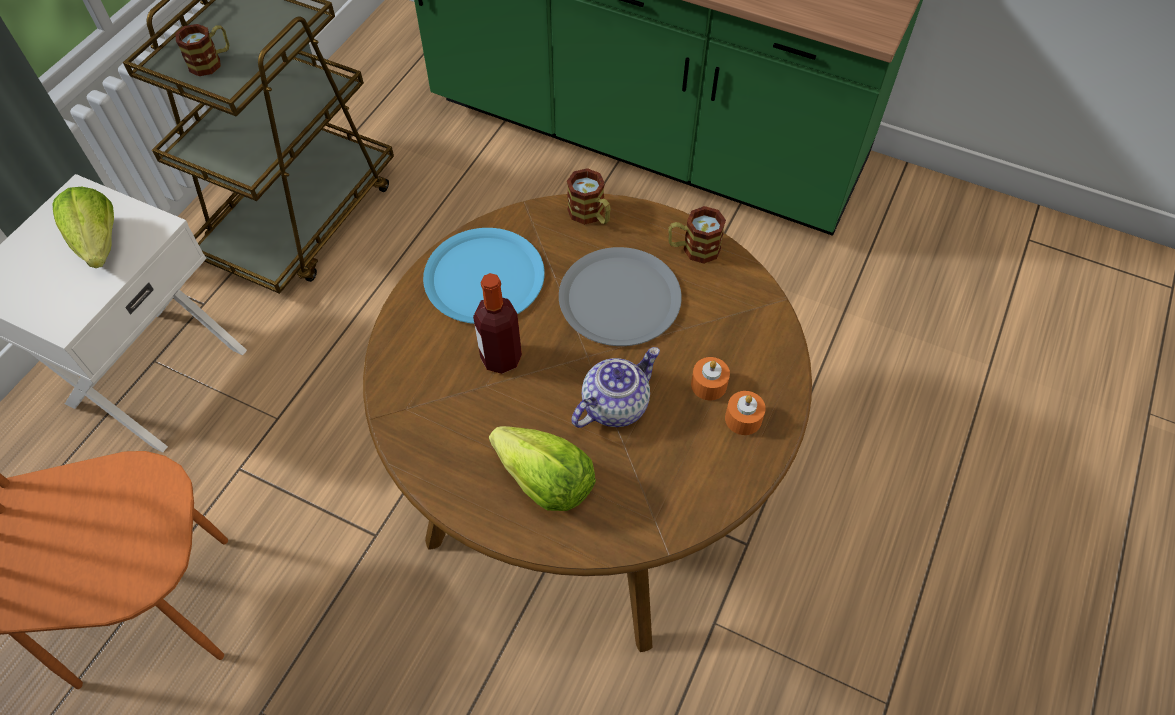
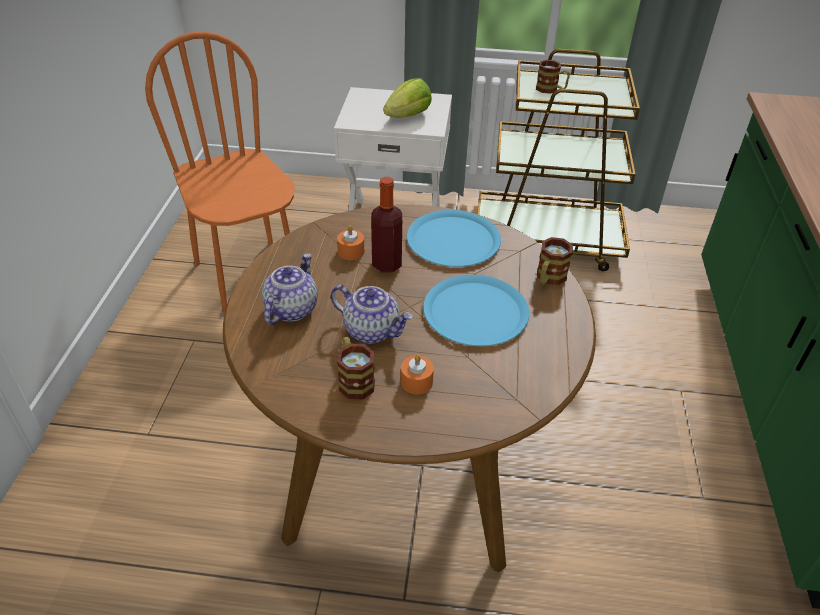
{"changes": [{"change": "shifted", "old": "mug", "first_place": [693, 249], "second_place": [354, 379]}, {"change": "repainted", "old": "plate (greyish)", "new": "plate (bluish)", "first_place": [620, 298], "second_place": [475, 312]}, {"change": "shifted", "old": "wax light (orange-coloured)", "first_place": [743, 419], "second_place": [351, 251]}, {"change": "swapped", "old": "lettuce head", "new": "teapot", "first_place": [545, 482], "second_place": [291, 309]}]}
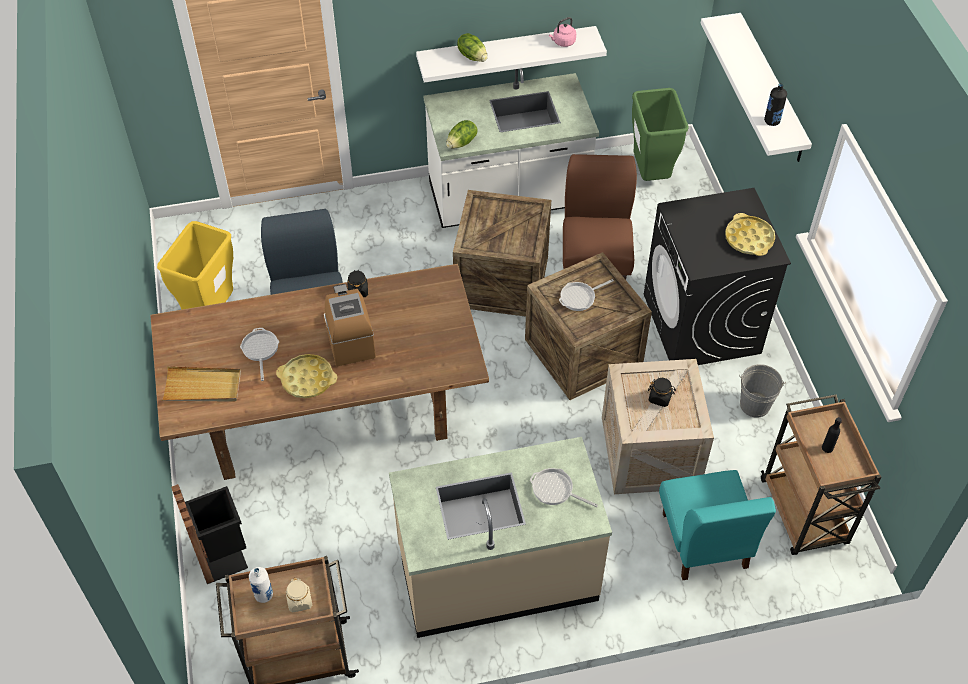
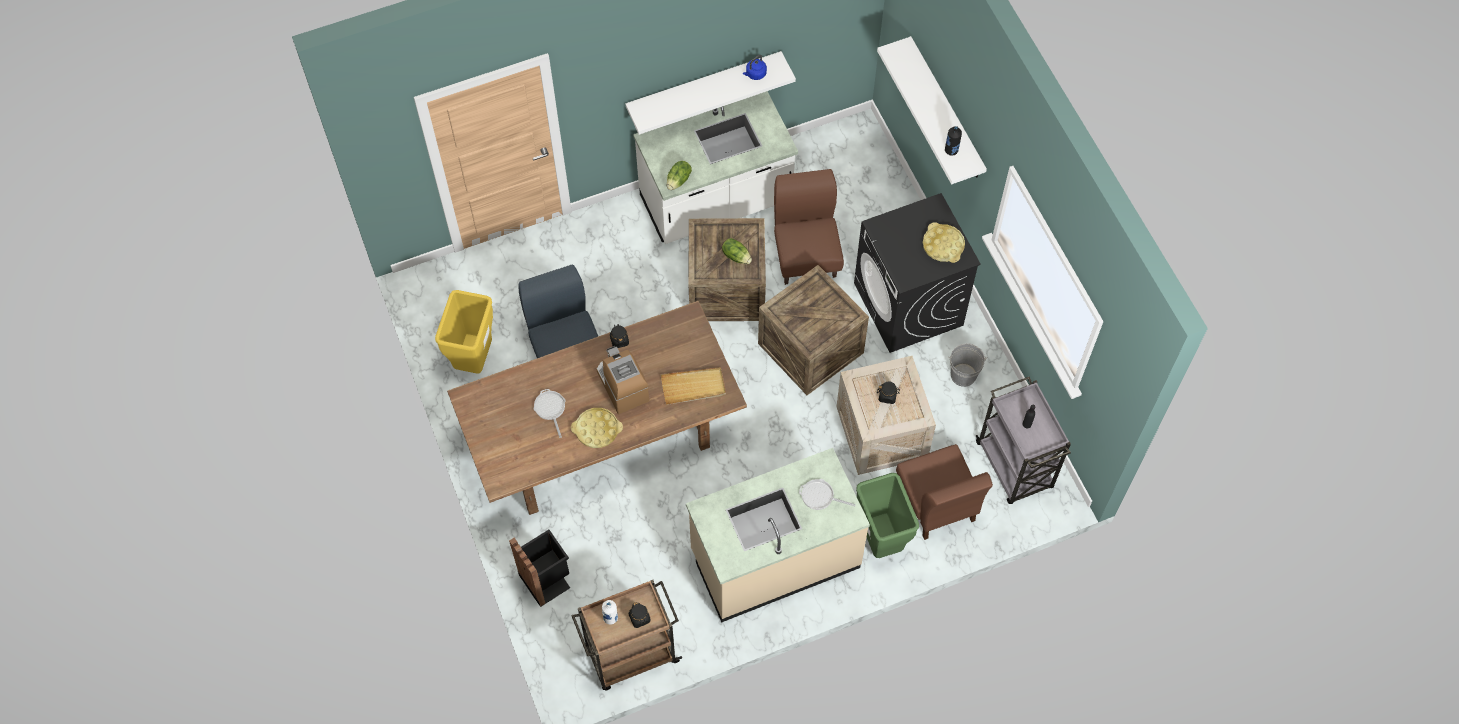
{"changes": [{"change": "repainted", "old": "water kettle (pinkish)", "new": "water kettle (bluish)", "first_place": [563, 42], "second_place": [755, 74]}, {"change": "shifted", "old": "lettuce head", "first_place": [472, 56], "second_place": [736, 256]}, {"change": "shifted", "old": "waste bin (greenish)", "first_place": [650, 174], "second_place": [880, 540]}, {"change": "gone", "old": "pan", "first_place": [580, 297]}, {"change": "shifted", "old": "serving tray (beige-coloured)", "first_place": [202, 387], "second_place": [693, 387]}, {"change": "repainted", "old": "cart (brown-coloured)", "new": "cart (greyish)", "first_place": [804, 514], "second_place": [1015, 467]}, {"change": "repainted", "old": "upright chair (blue-green)", "new": "upright chair (brown-coloured)", "first_place": [704, 541], "second_place": [937, 503]}, {"change": "repainted", "old": "storage jar (beige-coloured)", "new": "storage jar (black-coloured)", "first_place": [300, 601], "second_place": [639, 618]}]}
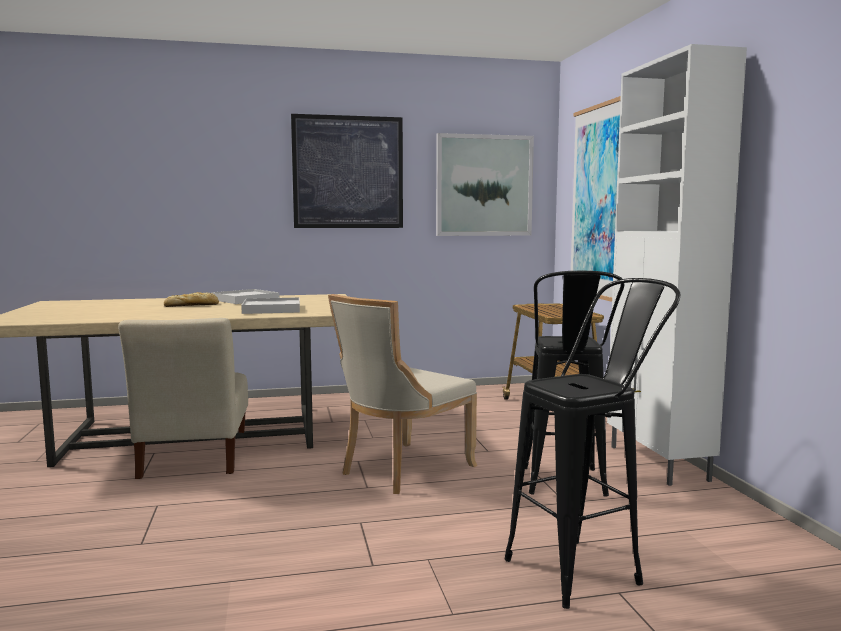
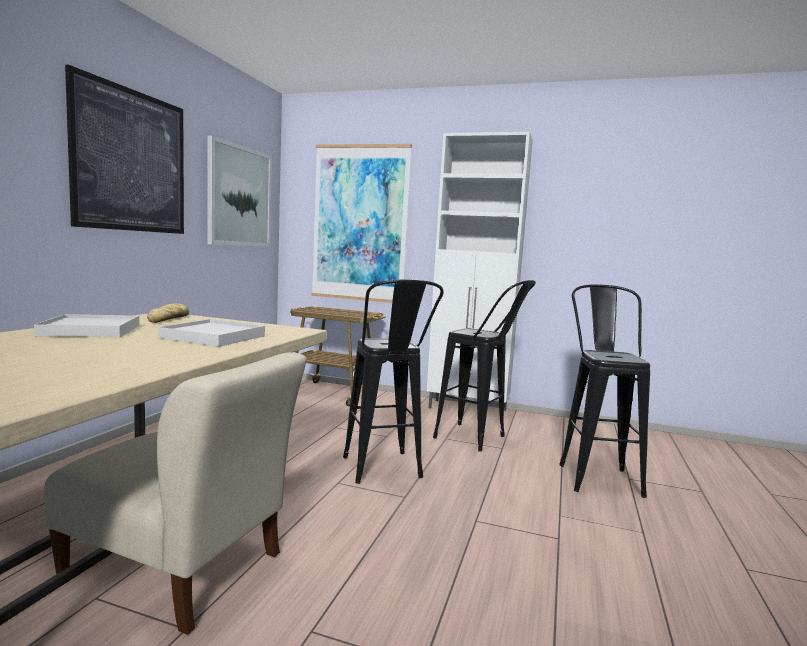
{"changes": [{"change": "shifted", "old": "baked bread", "first_place": [193, 305], "second_place": [169, 318]}, {"change": "swapped", "old": "upright chair (beige-coloured)", "new": "sitting stool (black-coloured)", "first_place": [402, 470], "second_place": [385, 473]}]}
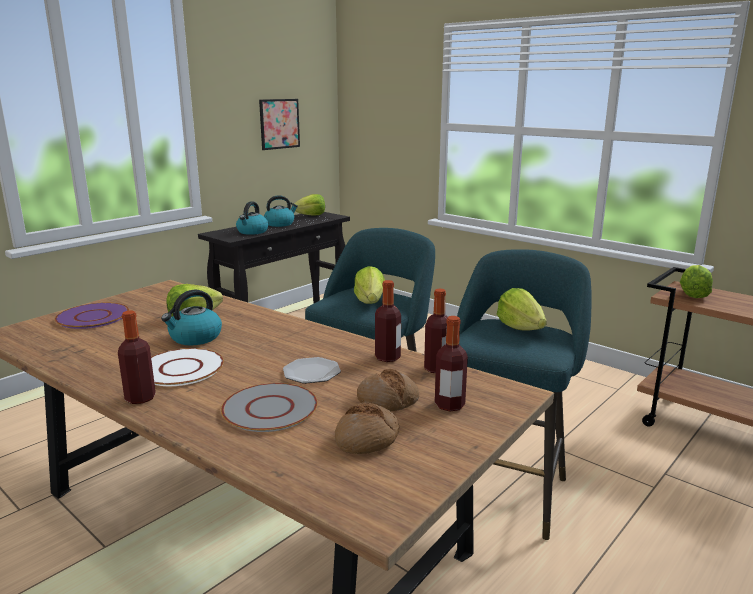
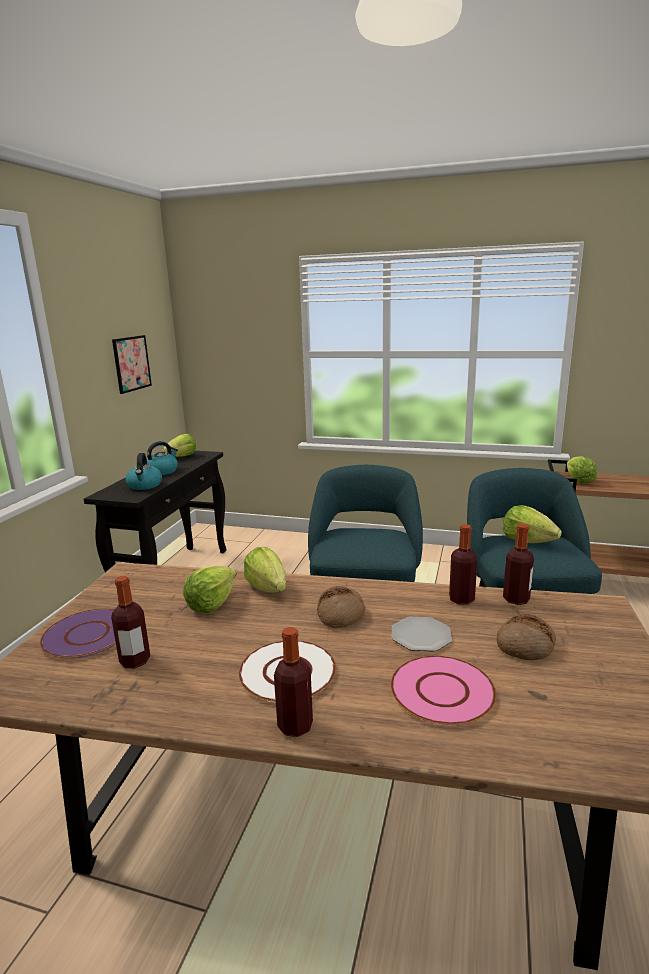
{"changes": [{"change": "shifted", "old": "lettuce head", "first_place": [370, 302], "second_place": [268, 587]}, {"change": "gone", "old": "water kettle", "first_place": [195, 338]}, {"change": "shifted", "old": "drink bottle", "first_place": [449, 405], "second_place": [135, 661]}, {"change": "repainted", "old": "plate (greyish)", "new": "plate (pinkish)", "first_place": [270, 408], "second_place": [441, 691]}, {"change": "shifted", "old": "baked bread", "first_place": [367, 439], "second_place": [341, 614]}]}
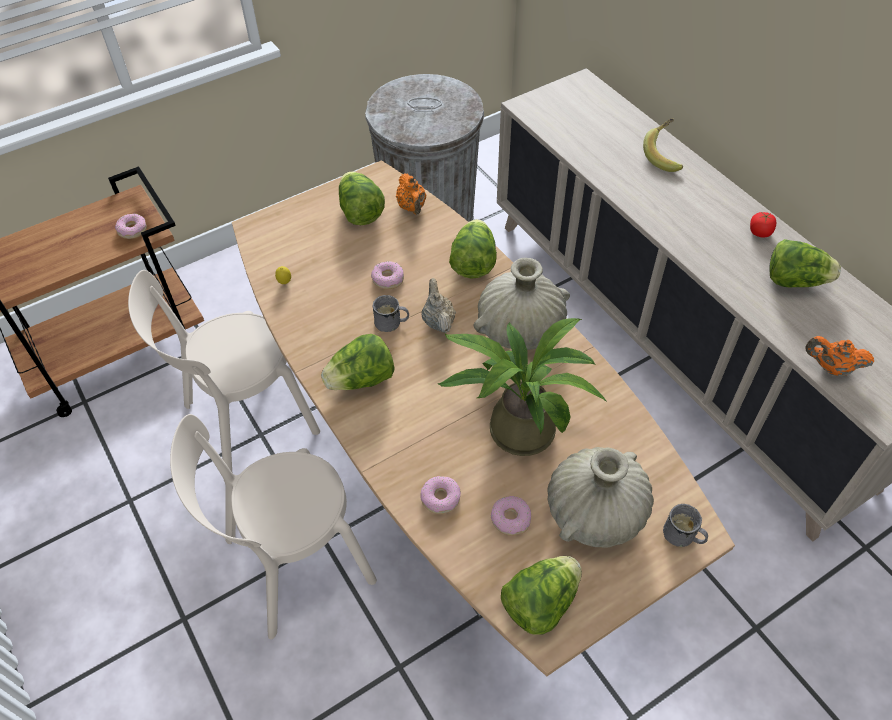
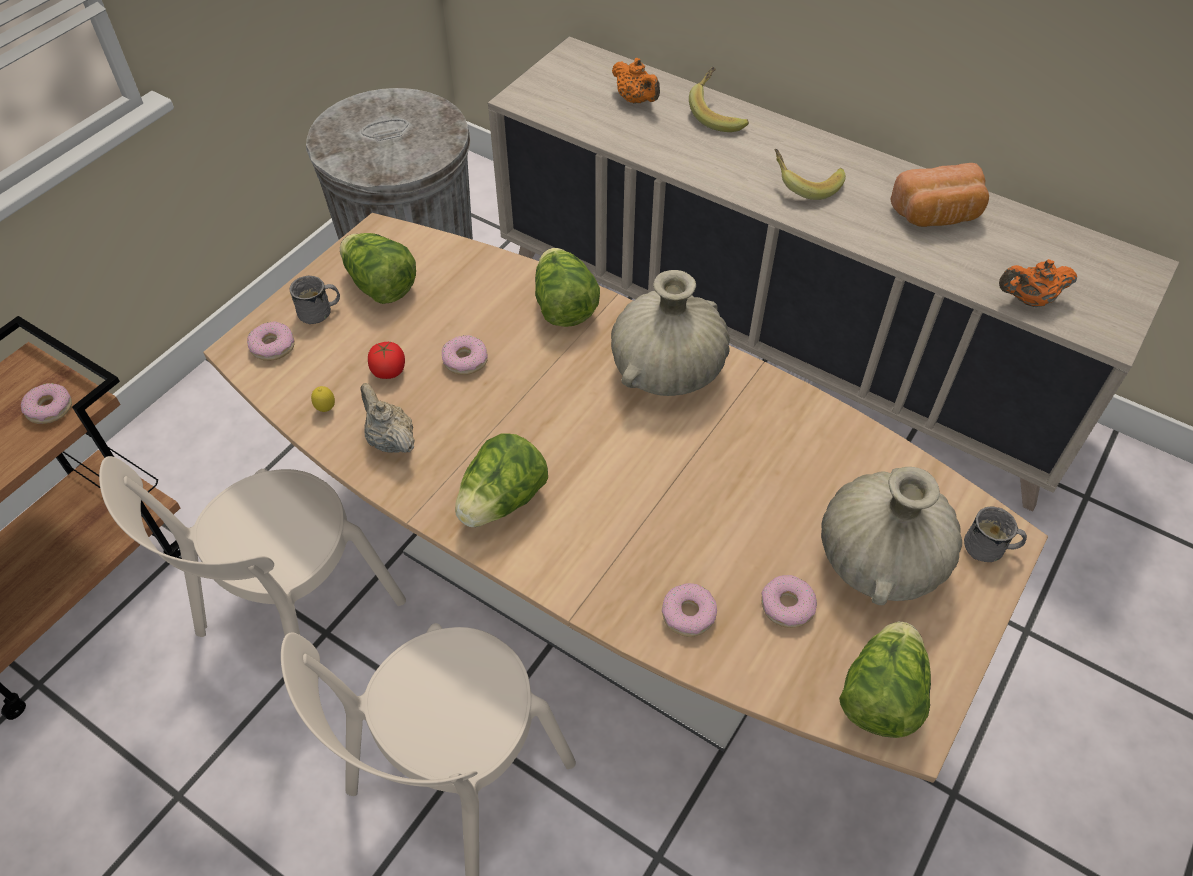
{"changes": [{"change": "shifted", "old": "teapot (orange-coloured)", "first_place": [412, 207], "second_place": [636, 100]}, {"change": "shifted", "old": "tomato", "first_place": [759, 233], "second_place": [389, 371]}, {"change": "swapped", "old": "lettuce head", "new": "baked bread", "first_place": [794, 281], "second_place": [937, 216]}, {"change": "shifted", "old": "teapot (beige-coloured)", "first_place": [438, 321], "second_place": [390, 440]}, {"change": "shifted", "old": "mug (greyish)", "first_place": [392, 324], "second_place": [320, 312]}, {"change": "gone", "old": "potted plant", "first_place": [515, 425]}, {"change": "new", "new": "banana fruit", "second_place": [805, 185]}, {"change": "new", "new": "donut", "second_place": [273, 346]}]}
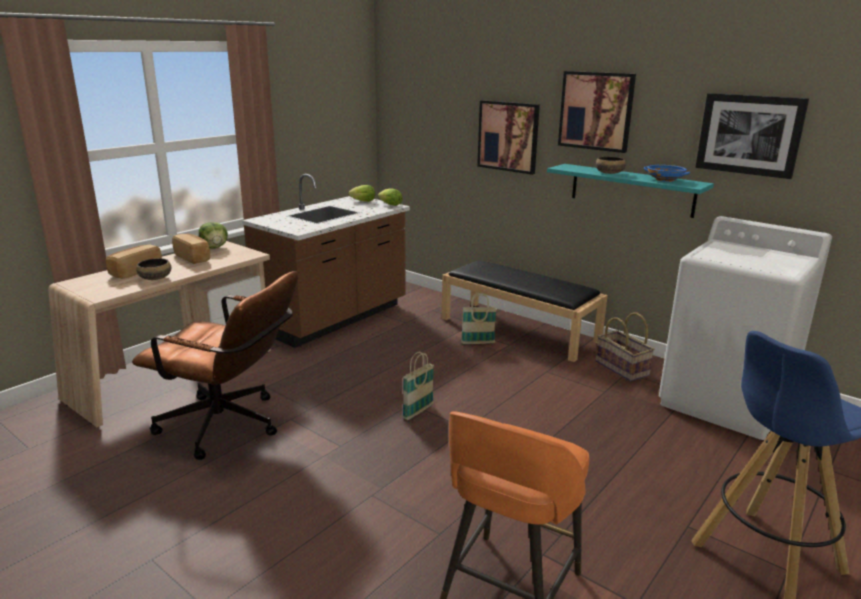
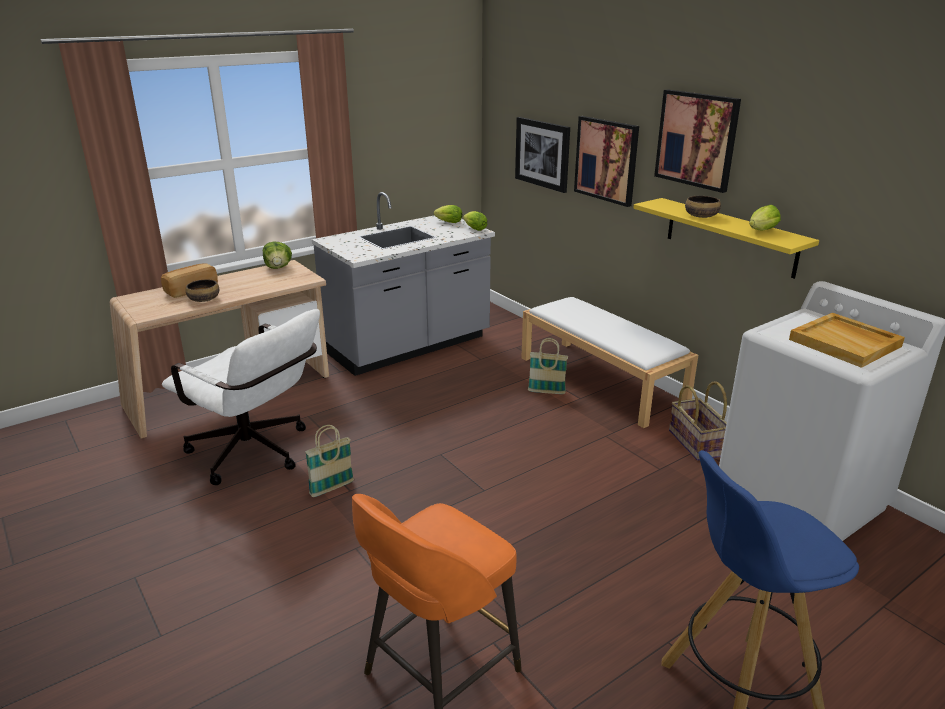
{"changes": [{"change": "shifted", "old": "wall picture", "first_place": [749, 134], "second_place": [542, 153]}, {"change": "repainted", "old": "shelf (blue-green)", "new": "shelf (yellowish)", "first_place": [631, 190], "second_place": [730, 237]}, {"change": "swapped", "old": "bowl (bluish)", "new": "lettuce head", "first_place": [665, 180], "second_place": [760, 231]}, {"change": "repainted", "old": "counter (brown-coloured)", "new": "counter (greyish)", "first_place": [334, 318], "second_place": [409, 346]}, {"change": "gone", "old": "baked bread", "first_place": [193, 257]}, {"change": "repainted", "old": "indoor bench (black-coloured)", "new": "indoor bench (white)", "first_place": [520, 329], "second_place": [602, 381]}, {"change": "repainted", "old": "office chair (brown-coloured)", "new": "office chair (white)", "first_place": [230, 427], "second_place": [256, 455]}, {"change": "shifted", "old": "storage basket", "first_place": [418, 412], "second_place": [332, 488]}, {"change": "new", "new": "serving tray (beige-coloured)", "second_place": [846, 343]}]}
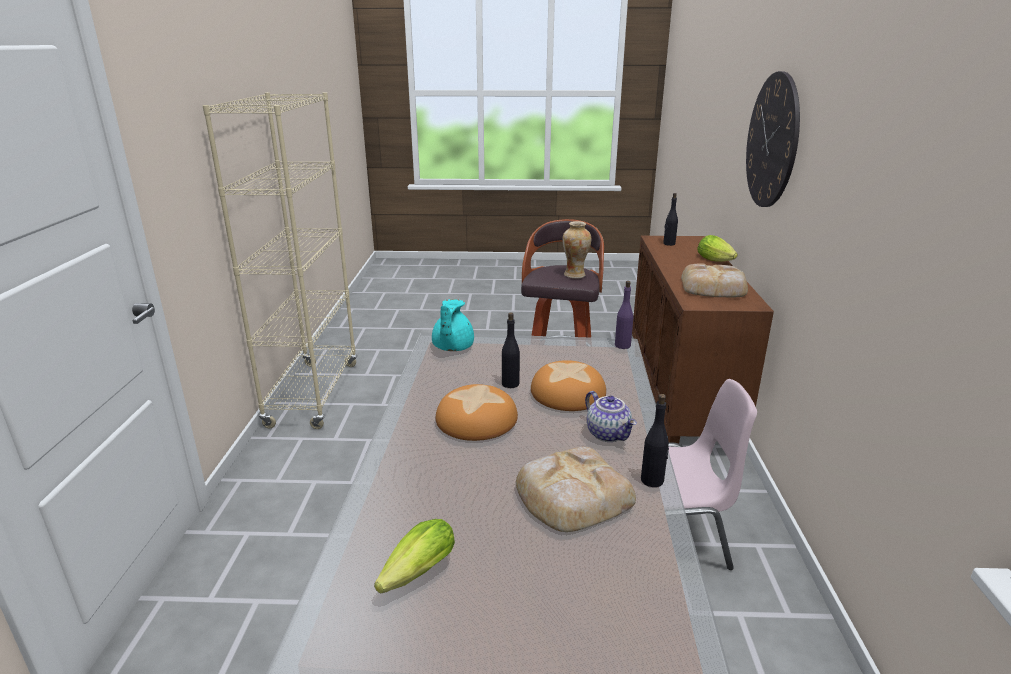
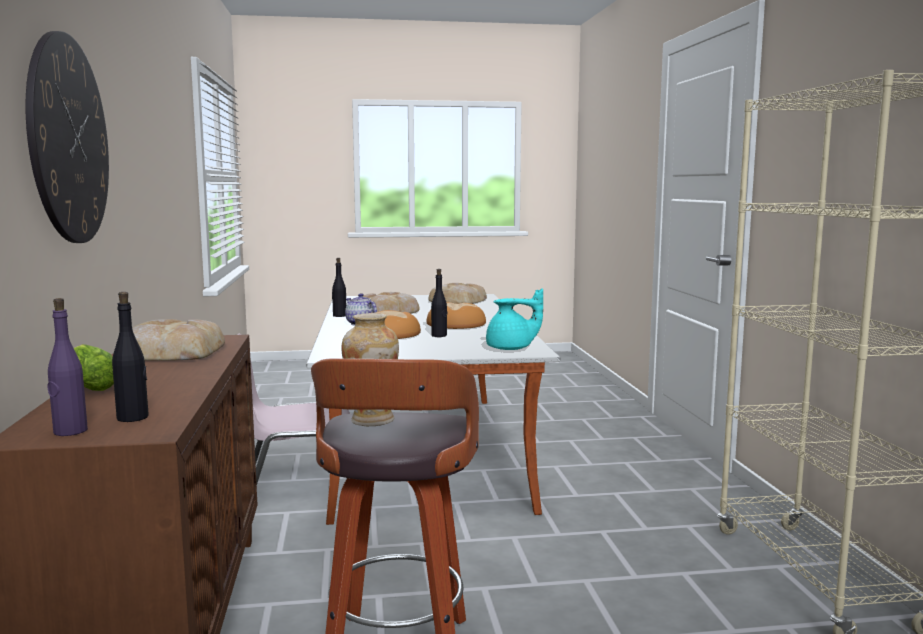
{"changes": [{"change": "shifted", "old": "drink bottle (purplish)", "first_place": [622, 345], "second_place": [70, 431]}, {"change": "rotated", "old": "teapot (blue-green)", "first_place": [452, 347], "second_place": [511, 348], "degrees": 90}, {"change": "swapped", "old": "lettuce head", "new": "baked bread", "first_place": [414, 576], "second_place": [456, 301]}]}
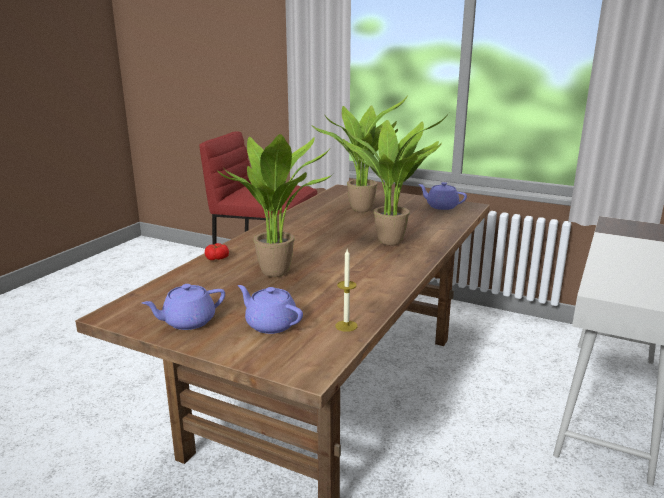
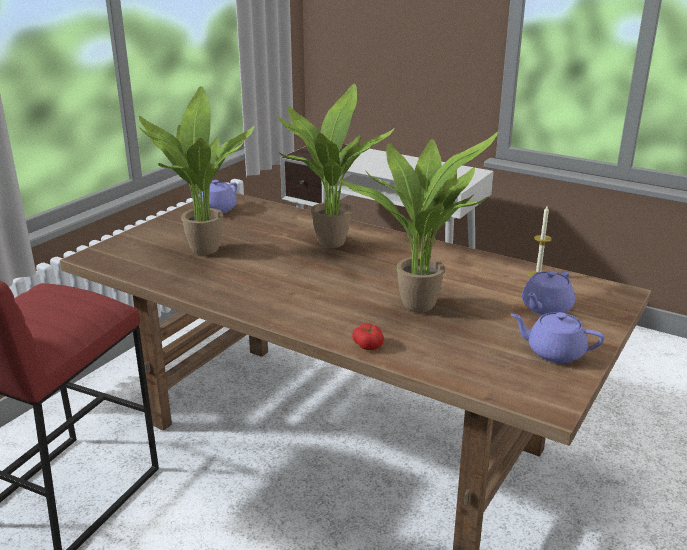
{"changes": [{"change": "rotated", "old": "teapot (purplish)", "first_place": [188, 322], "second_place": [553, 352], "degrees": 135}]}
